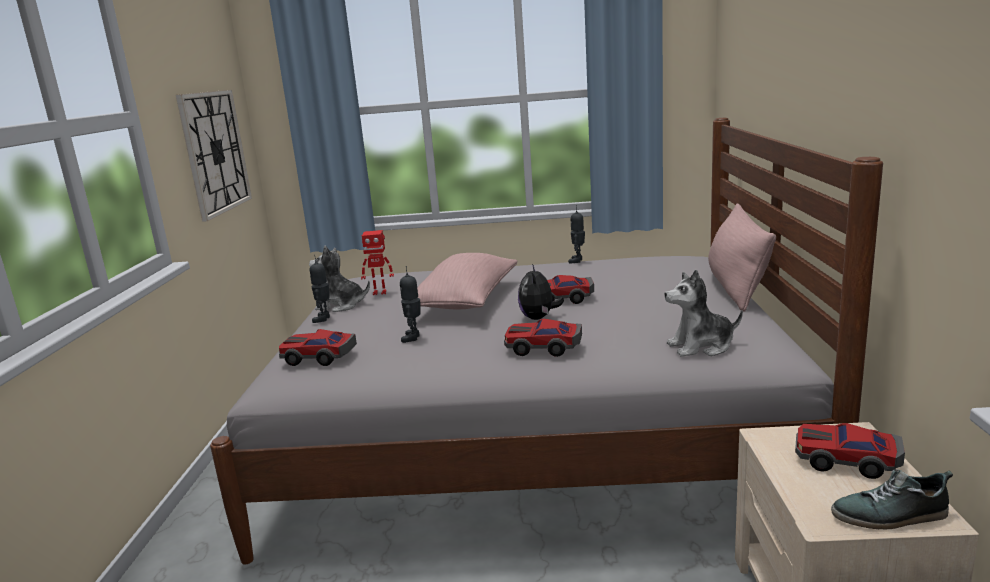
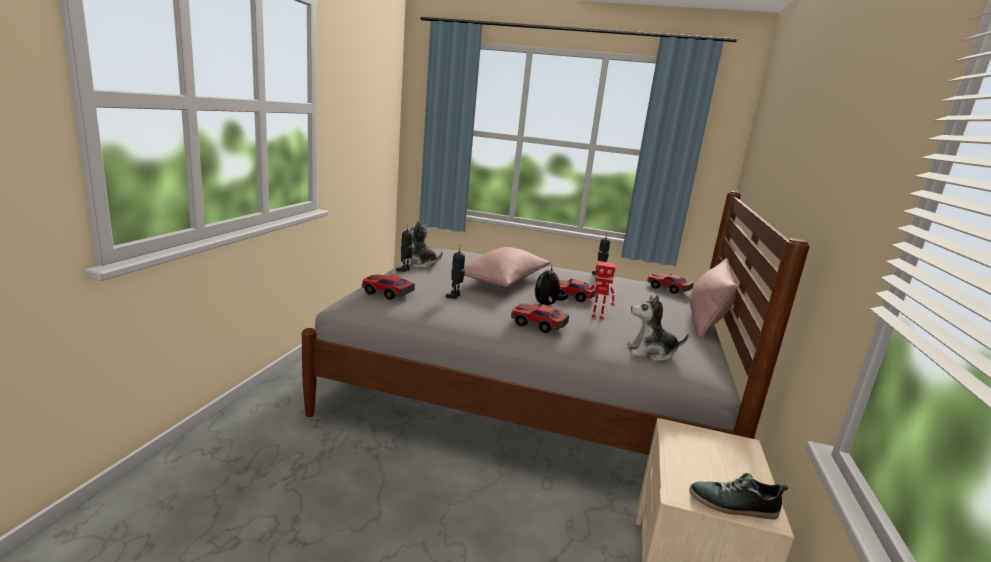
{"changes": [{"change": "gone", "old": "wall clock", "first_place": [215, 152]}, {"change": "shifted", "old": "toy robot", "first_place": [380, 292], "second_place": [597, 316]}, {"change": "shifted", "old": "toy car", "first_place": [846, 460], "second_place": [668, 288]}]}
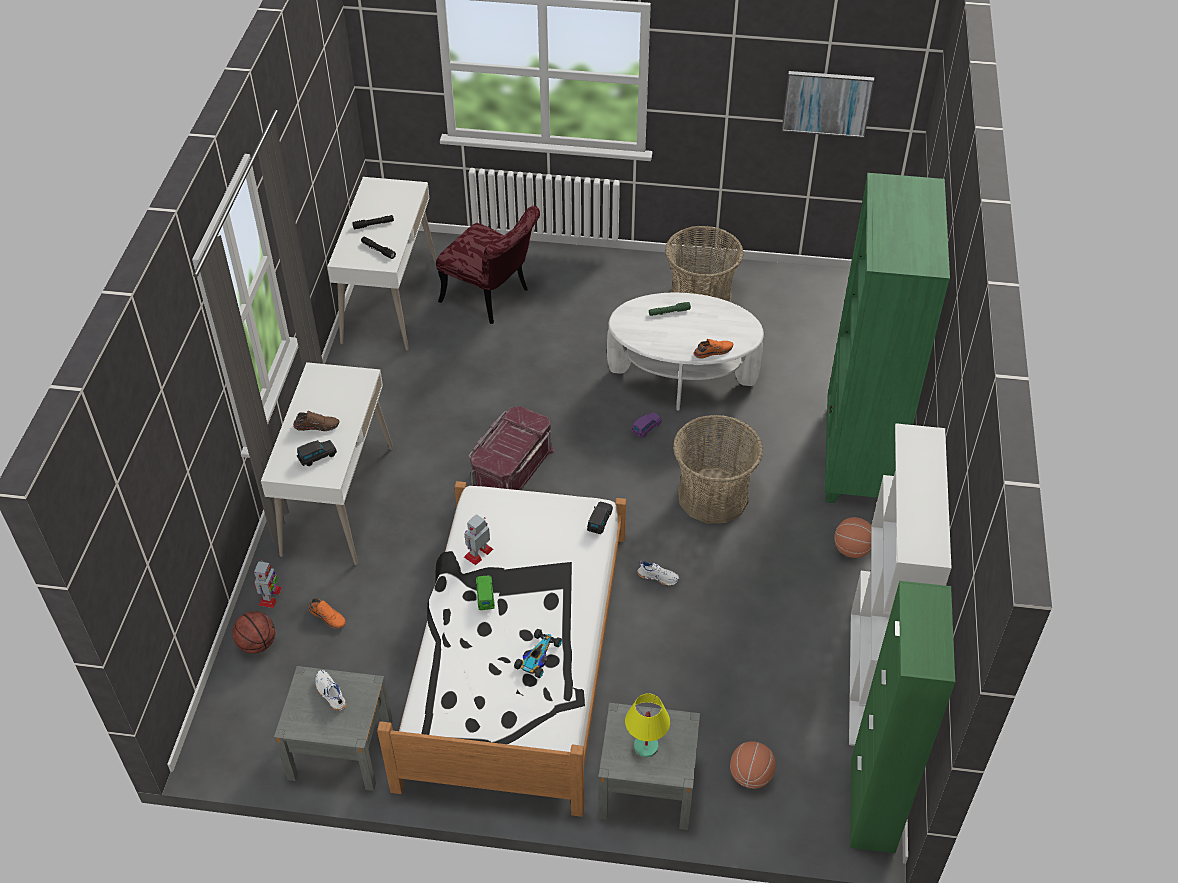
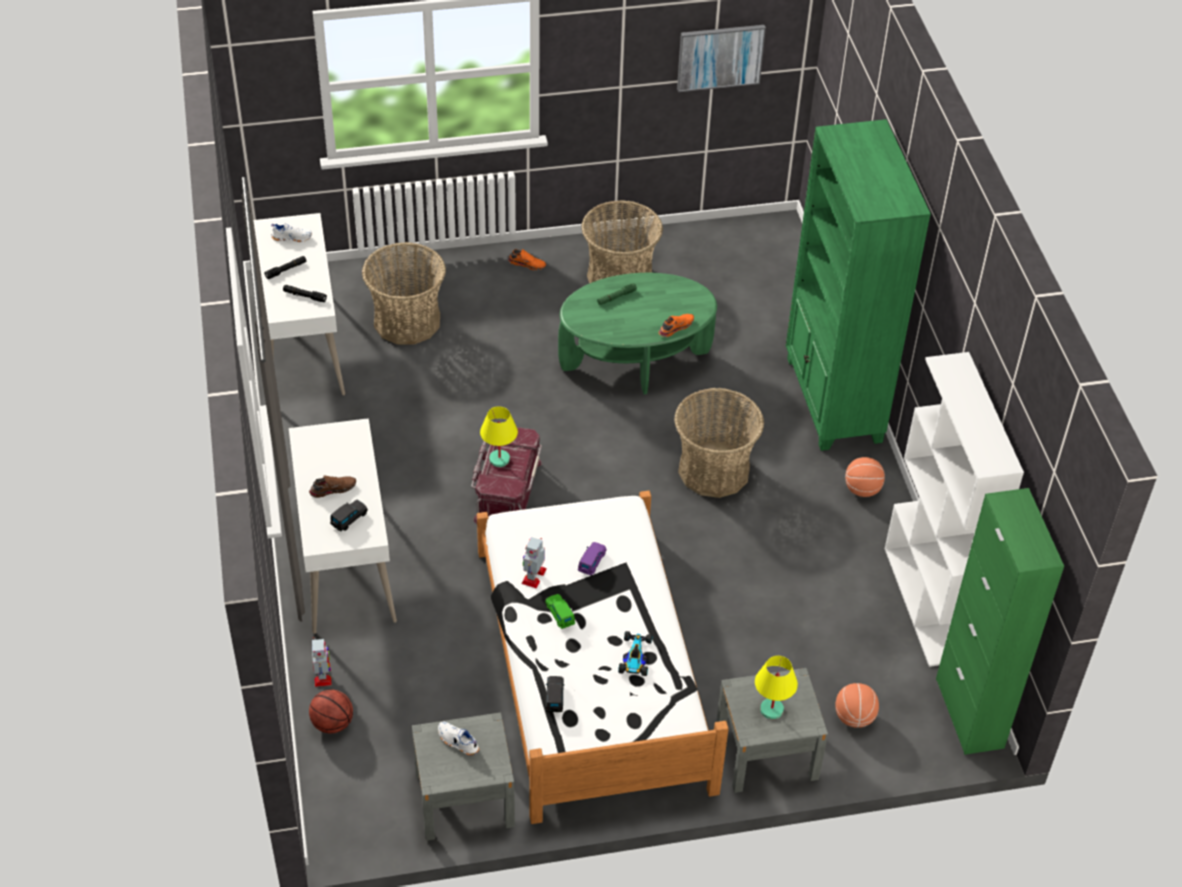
{"changes": [{"change": "swapped", "old": "upright chair (red-coloured)", "new": "storage basket", "first_place": [492, 298], "second_place": [407, 321]}, {"change": "repainted", "old": "low table (white)", "new": "low table (greenish)", "first_place": [682, 378], "second_place": [635, 361]}, {"change": "shifted", "old": "toy car (purplish)", "first_place": [646, 428], "second_place": [591, 562]}, {"change": "shifted", "old": "toy car (black-coloured)", "first_place": [599, 522], "second_place": [554, 698]}, {"change": "shifted", "old": "low shoe (white)", "first_place": [658, 576], "second_place": [292, 237]}, {"change": "shifted", "old": "low shoe (orange-coloured)", "first_place": [328, 616], "second_place": [527, 264]}, {"change": "new", "new": "table lamp (yellowish)", "second_place": [499, 459]}]}
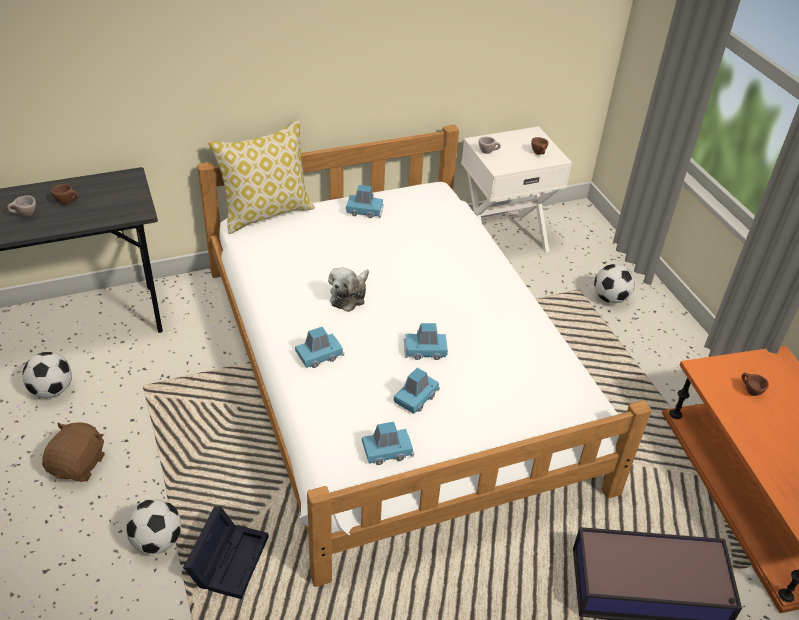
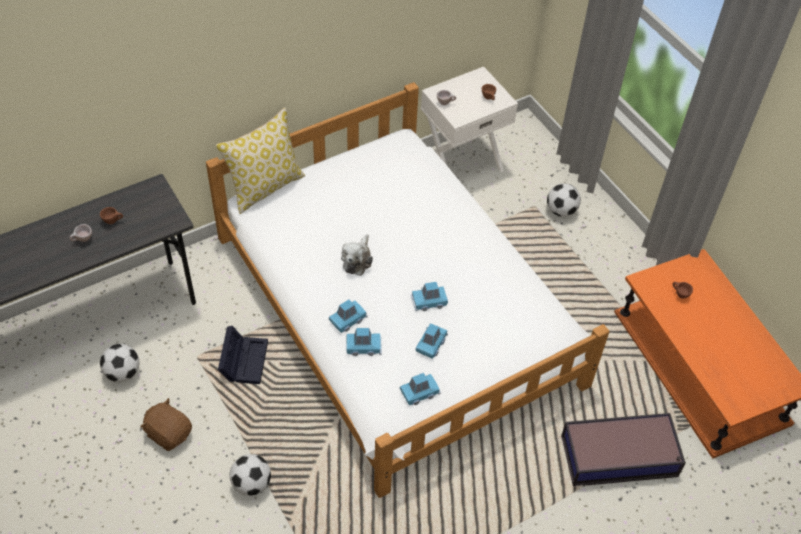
{"changes": [{"change": "shifted", "old": "toy car (bluish)", "first_place": [364, 211], "second_place": [364, 347]}, {"change": "rotated", "old": "cuddly toy (brown-coloured)", "first_place": [79, 465], "second_place": [169, 433], "degrees": -60}, {"change": "shifted", "old": "storage bin (black-coloured)", "first_place": [229, 558], "second_place": [244, 360]}]}
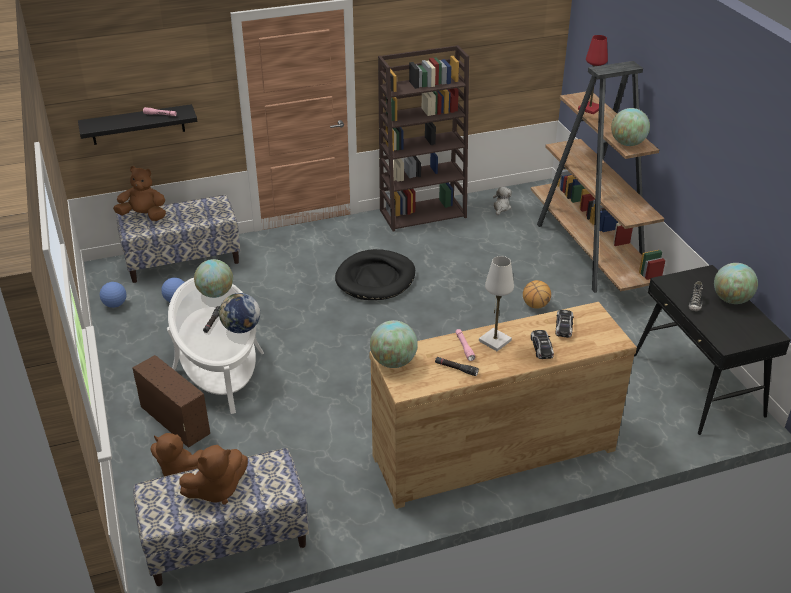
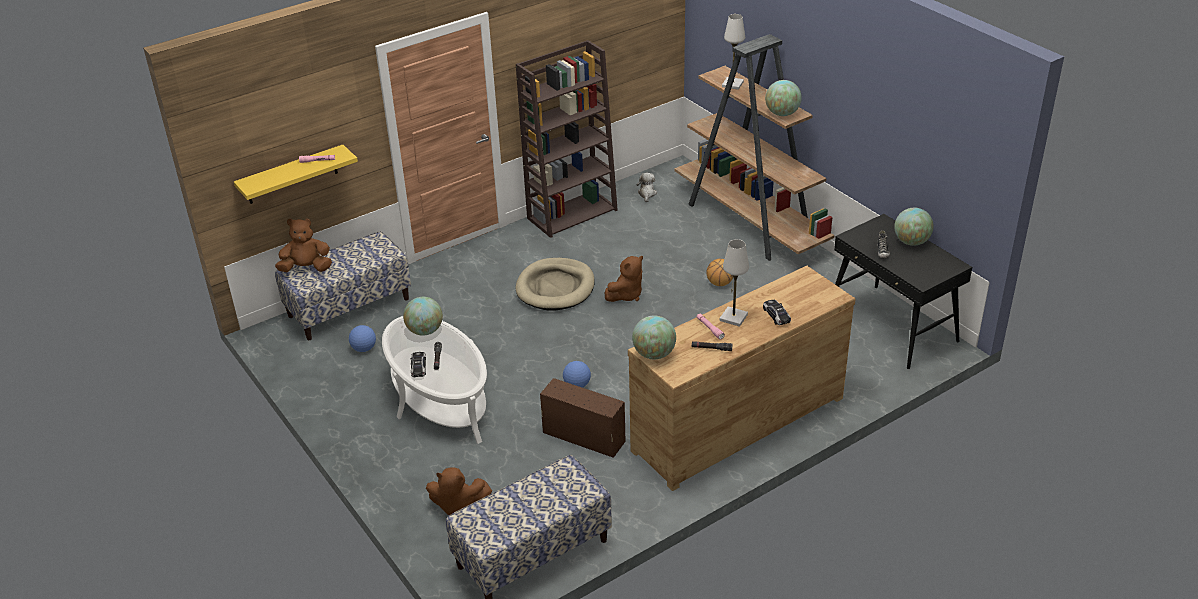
{"changes": [{"change": "repainted", "old": "table lamp (red-coloured)", "new": "table lamp (white)", "first_place": [590, 109], "second_place": [732, 84]}, {"change": "repainted", "old": "shelf (black-coloured)", "new": "shelf (yellowish)", "first_place": [137, 124], "second_place": [291, 175]}, {"change": "repainted", "old": "pet bed (black-coloured)", "new": "pet bed (beige-coloured)", "first_place": [376, 278], "second_place": [555, 287]}, {"change": "shifted", "old": "football", "first_place": [115, 304], "second_place": [577, 385]}, {"change": "gone", "old": "globe", "first_place": [241, 329]}, {"change": "shifted", "old": "toy car", "first_place": [563, 327], "second_place": [418, 368]}, {"change": "shifted", "old": "storage bin (brown-coloured)", "first_place": [174, 419], "second_place": [582, 436]}, {"change": "shifted", "old": "cuddly toy (brown-coloured)", "first_place": [217, 490], "second_place": [626, 295]}]}
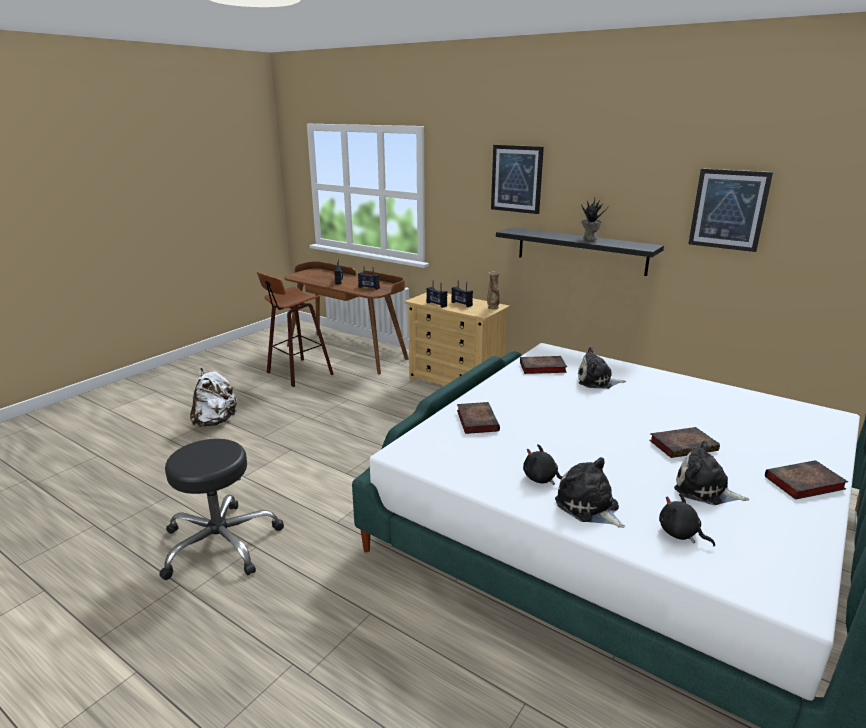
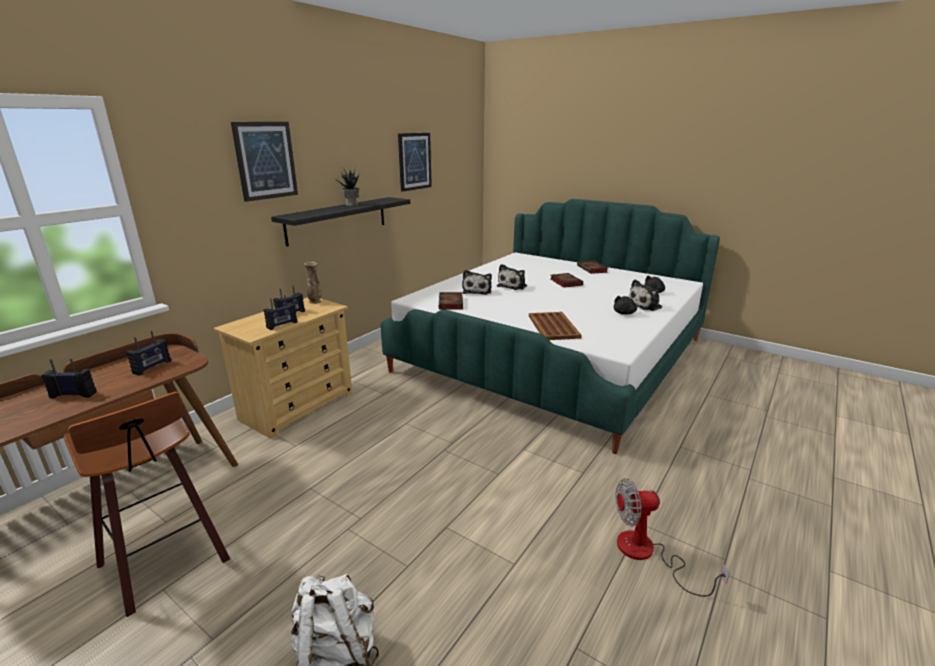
{"changes": [{"change": "swapped", "old": "bound book", "new": "serving tray (brown-coloured)", "first_place": [476, 420], "second_place": [553, 327]}, {"change": "swapped", "old": "sitting stool (black-coloured)", "new": "electric fan", "first_place": [220, 543], "second_place": [647, 554]}, {"change": "shifted", "old": "cuddly toy", "first_place": [705, 490], "second_place": [513, 286]}]}
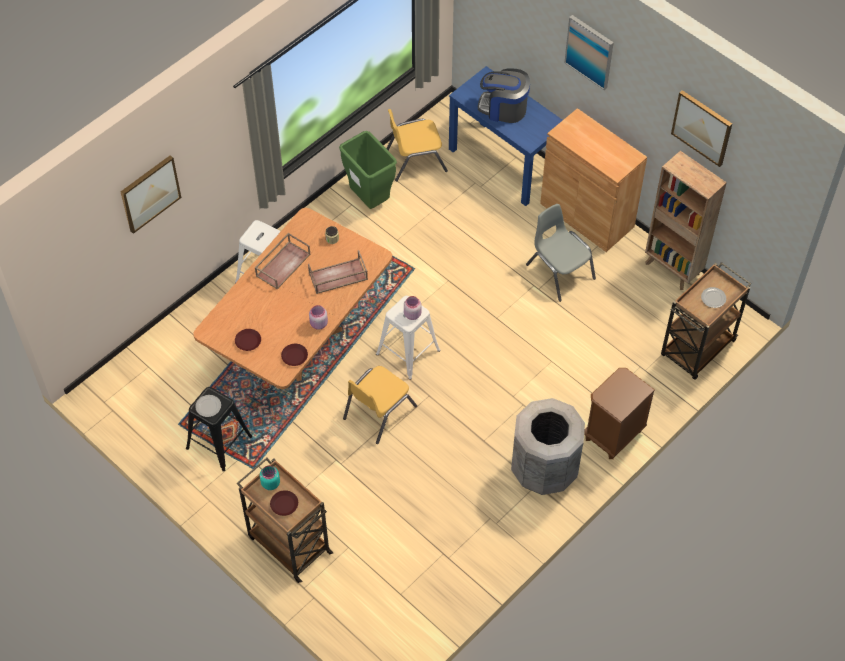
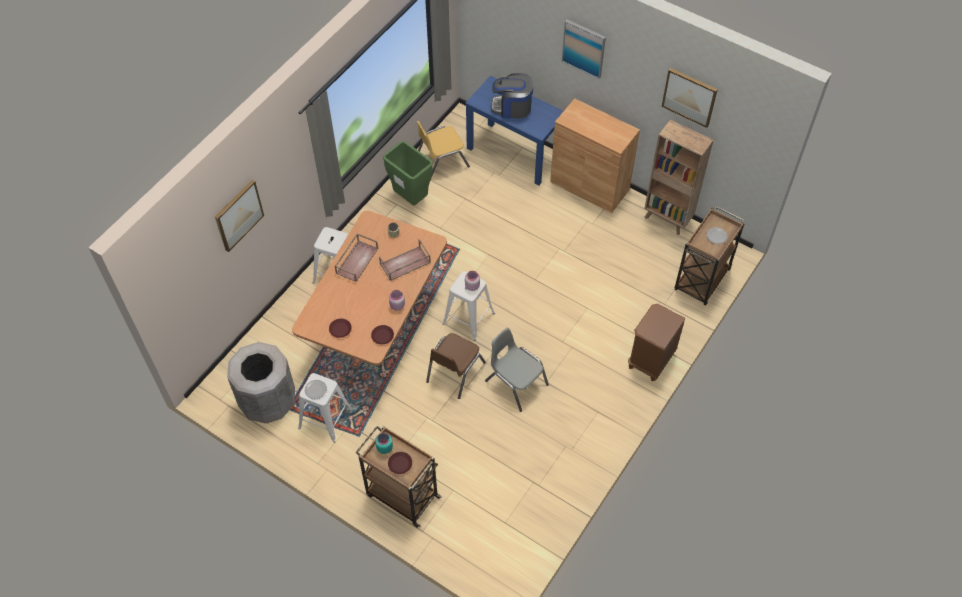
{"changes": [{"change": "shifted", "old": "upright chair (greyish)", "first_place": [559, 271], "second_place": [516, 383]}, {"change": "repainted", "old": "upright chair (yellowish)", "new": "upright chair (brown-coloured)", "first_place": [379, 412], "second_place": [455, 372]}, {"change": "repainted", "old": "sitting stool (black-coloured)", "new": "sitting stool (white)", "first_place": [218, 442], "second_place": [324, 419]}, {"change": "shifted", "old": "waste bin (greyish)", "first_place": [544, 469], "second_place": [268, 402]}]}
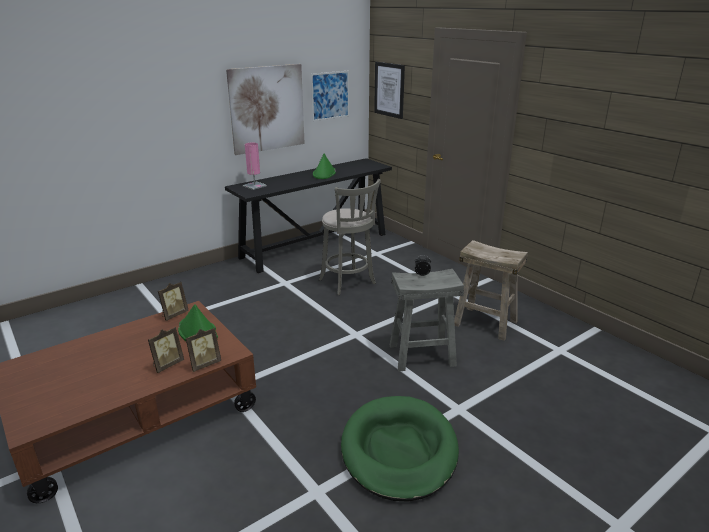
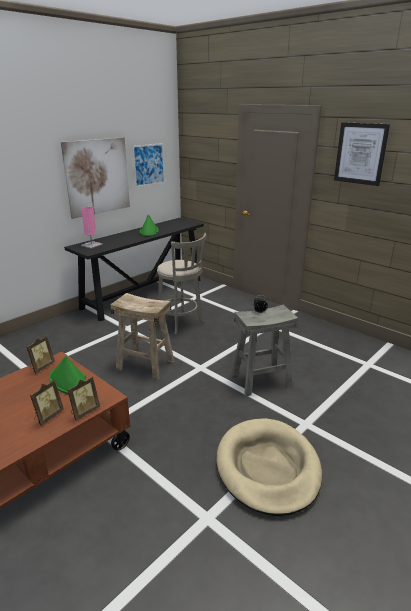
{"changes": [{"change": "shifted", "old": "wall picture", "first_place": [389, 90], "second_place": [360, 153]}, {"change": "shifted", "old": "sitting stool (beige-coloured)", "first_place": [485, 323], "second_place": [146, 365]}, {"change": "repainted", "old": "pet bed (greenish)", "new": "pet bed (beige-coloured)", "first_place": [399, 450], "second_place": [267, 468]}]}
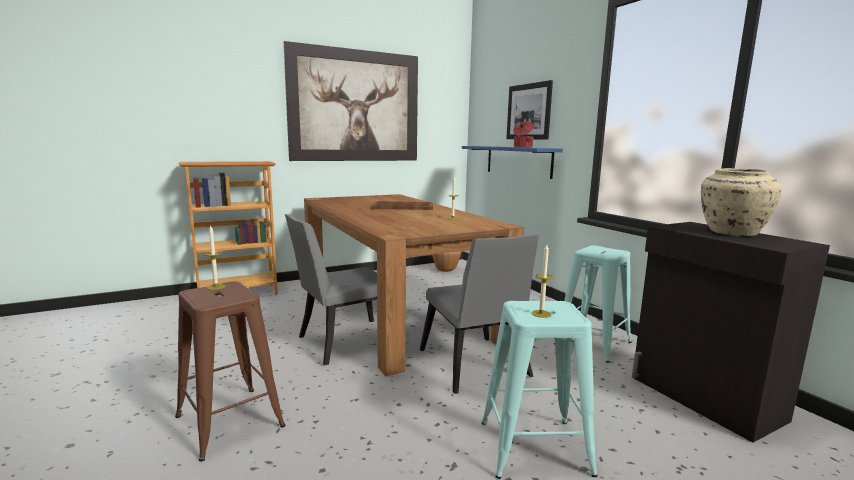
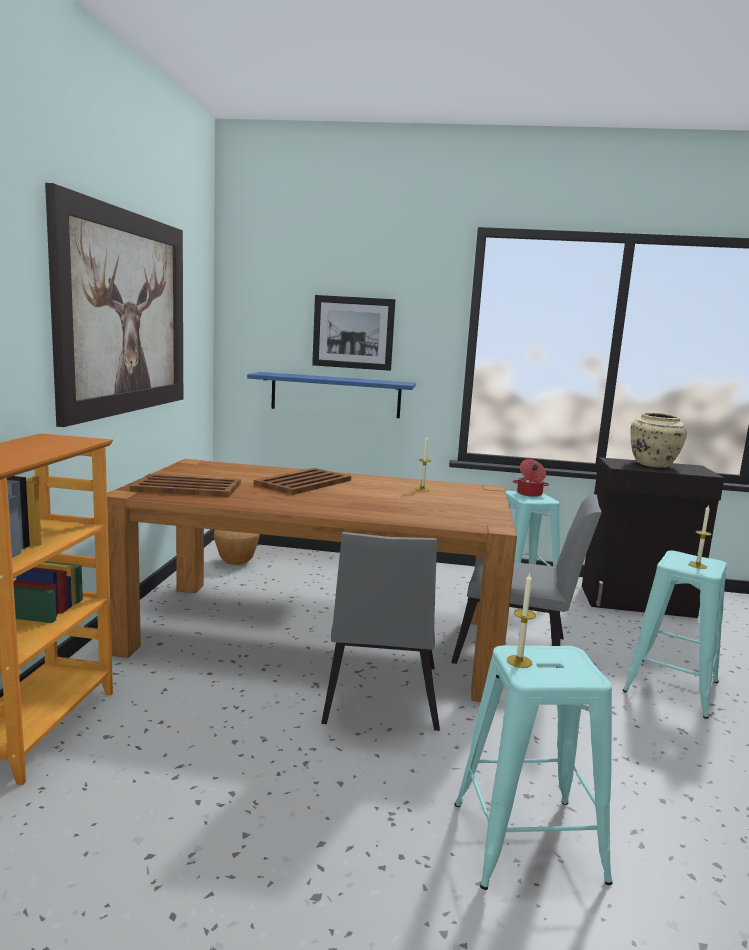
{"changes": [{"change": "shifted", "old": "cooking pot", "first_place": [522, 147], "second_place": [529, 494]}, {"change": "repainted", "old": "sitting stool (brown-coloured)", "new": "sitting stool (blue-green)", "first_place": [229, 421], "second_place": [527, 841]}, {"change": "new", "new": "serving tray (brown-coloured)", "second_place": [186, 487]}]}
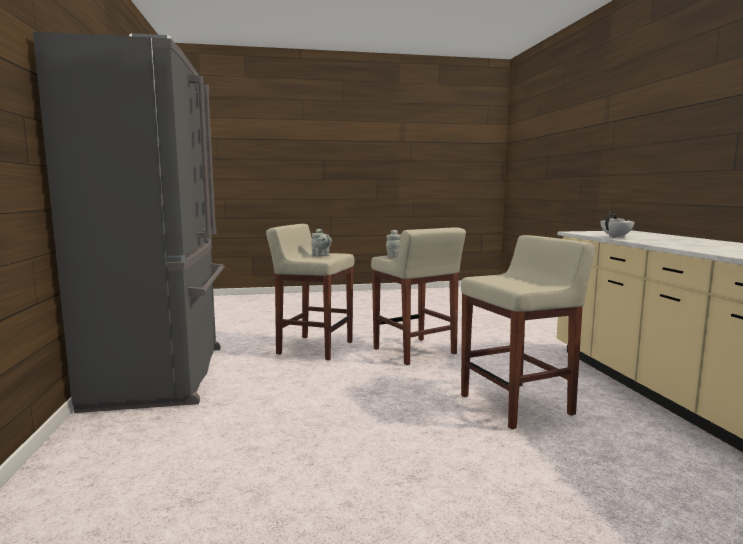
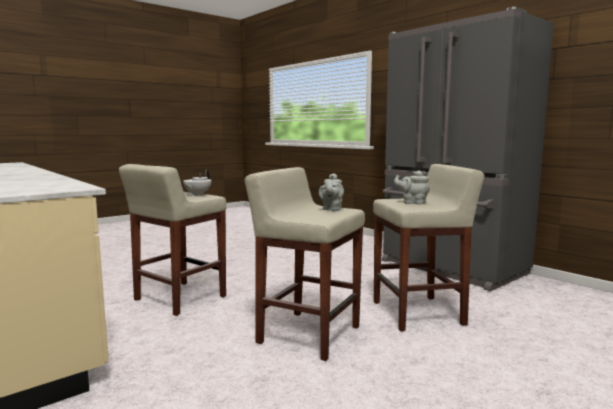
{"changes": [{"change": "shifted", "old": "teapot (white)", "first_place": [616, 237], "second_place": [197, 194]}]}
